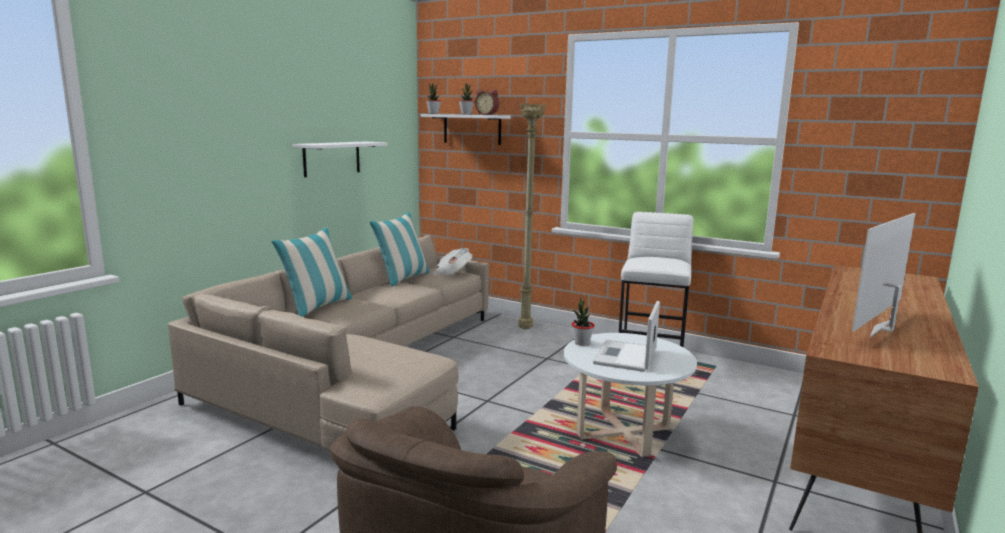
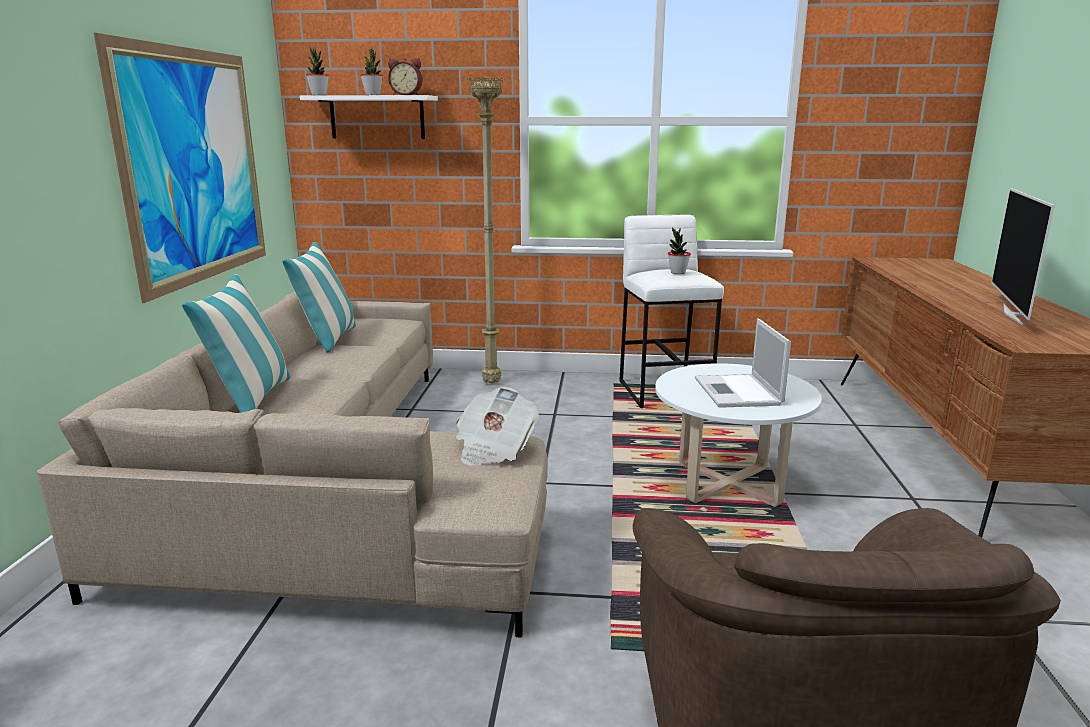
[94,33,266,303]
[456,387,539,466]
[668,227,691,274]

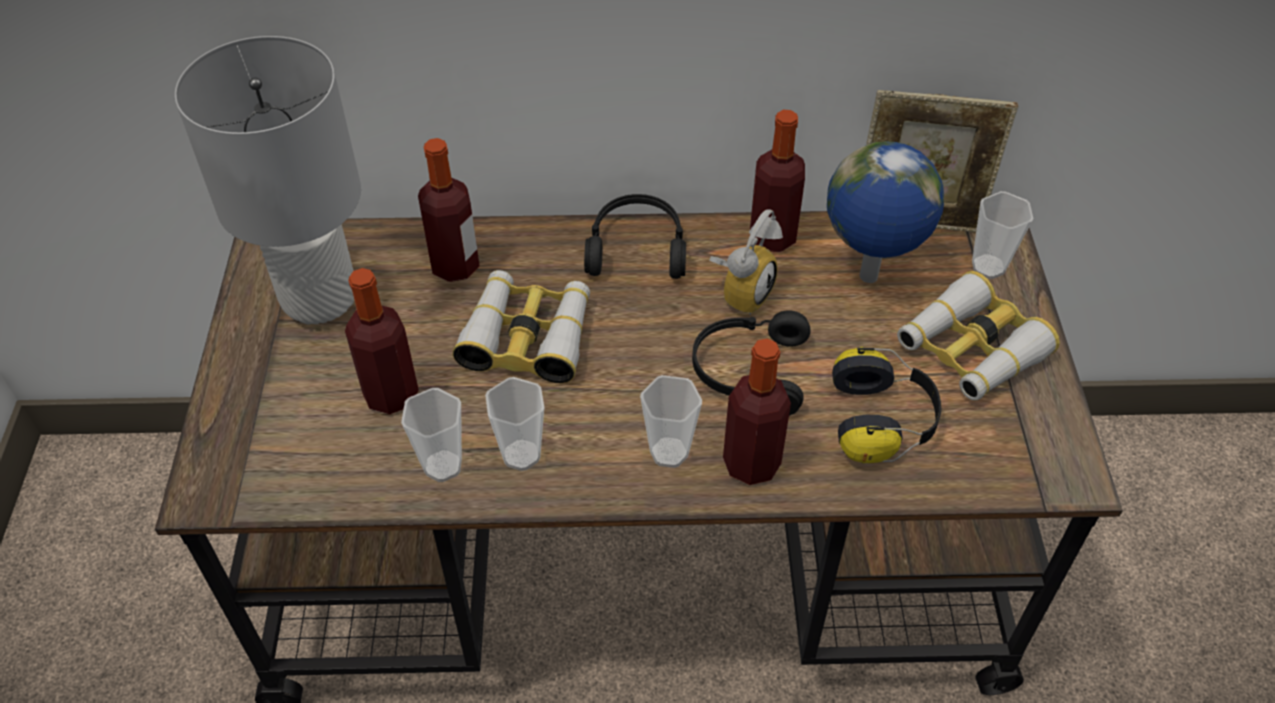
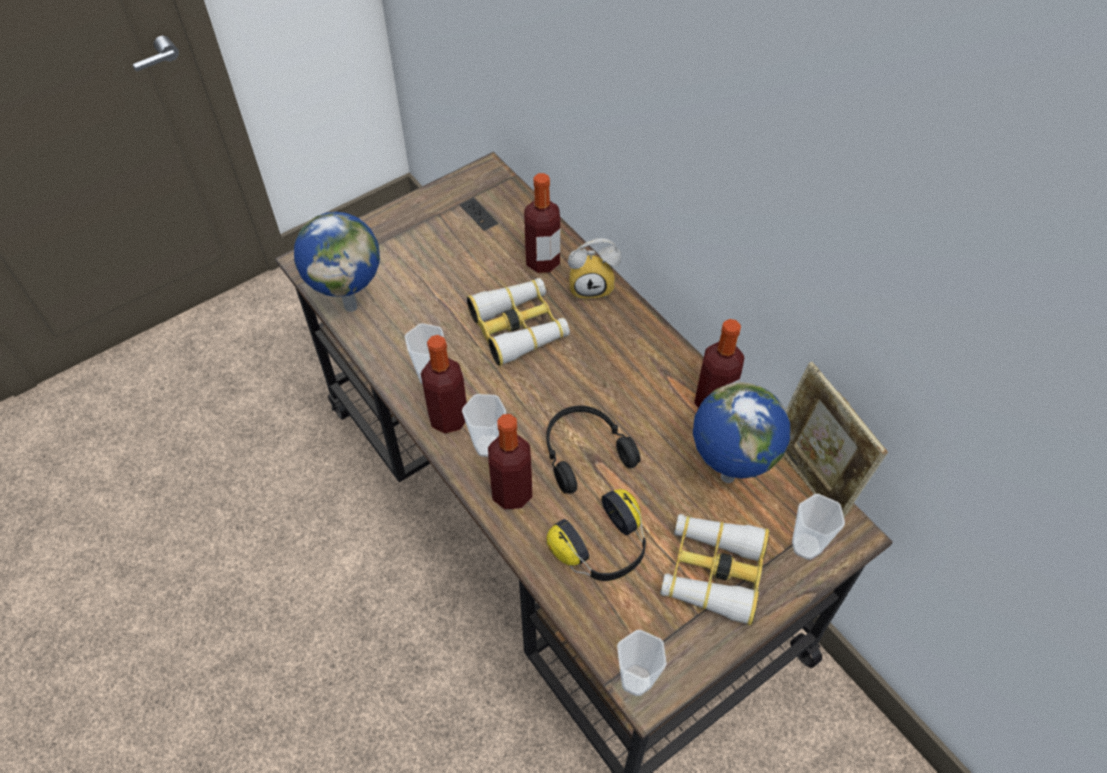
[175,36,361,325] (first image)
[421,335,467,433]
[617,630,667,696]
[584,194,686,279] (first image)
[568,238,621,299]
[294,212,380,312]

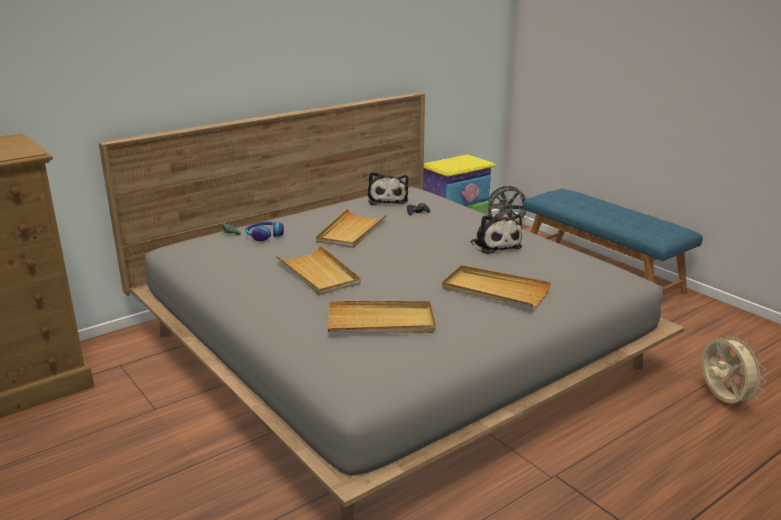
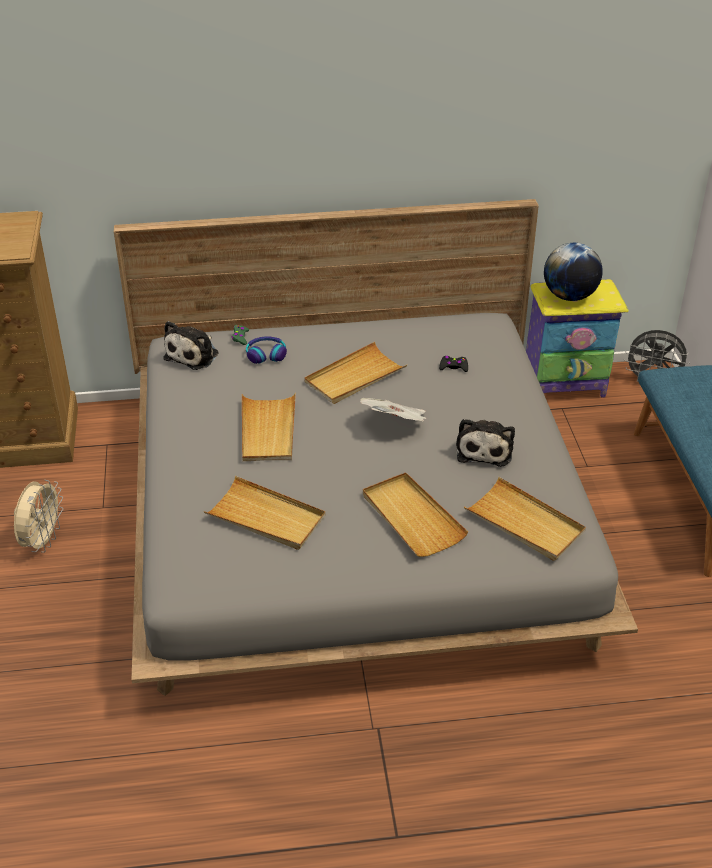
[164,321,218,370]
[14,480,64,553]
[360,398,427,422]
[464,477,586,561]
[544,243,603,301]

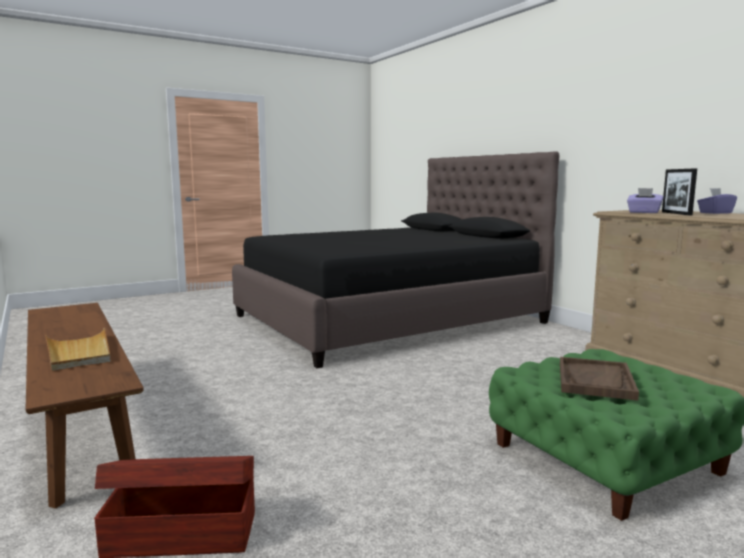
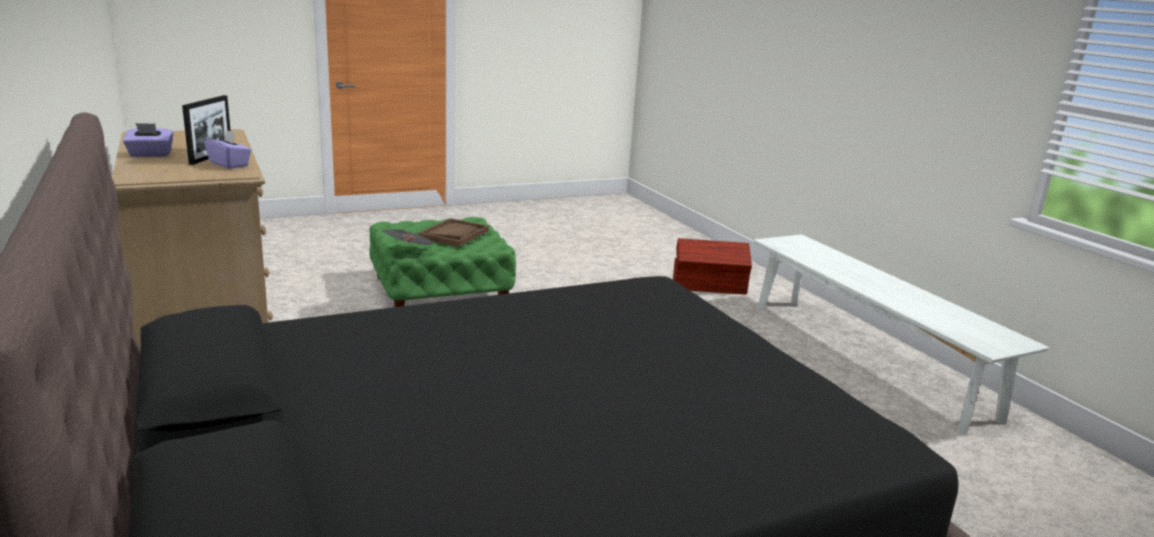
[753,234,1050,435]
[45,328,111,371] (first image)
[380,229,434,245]

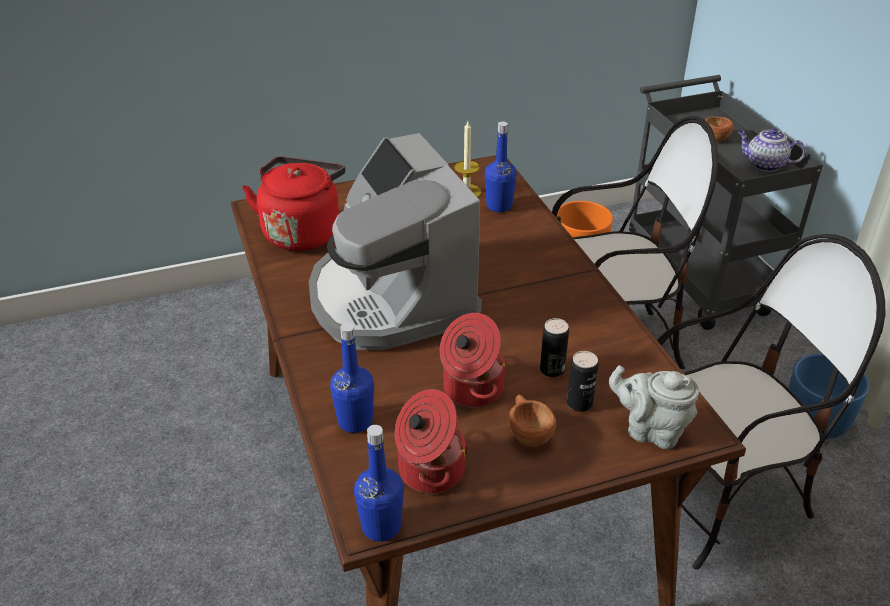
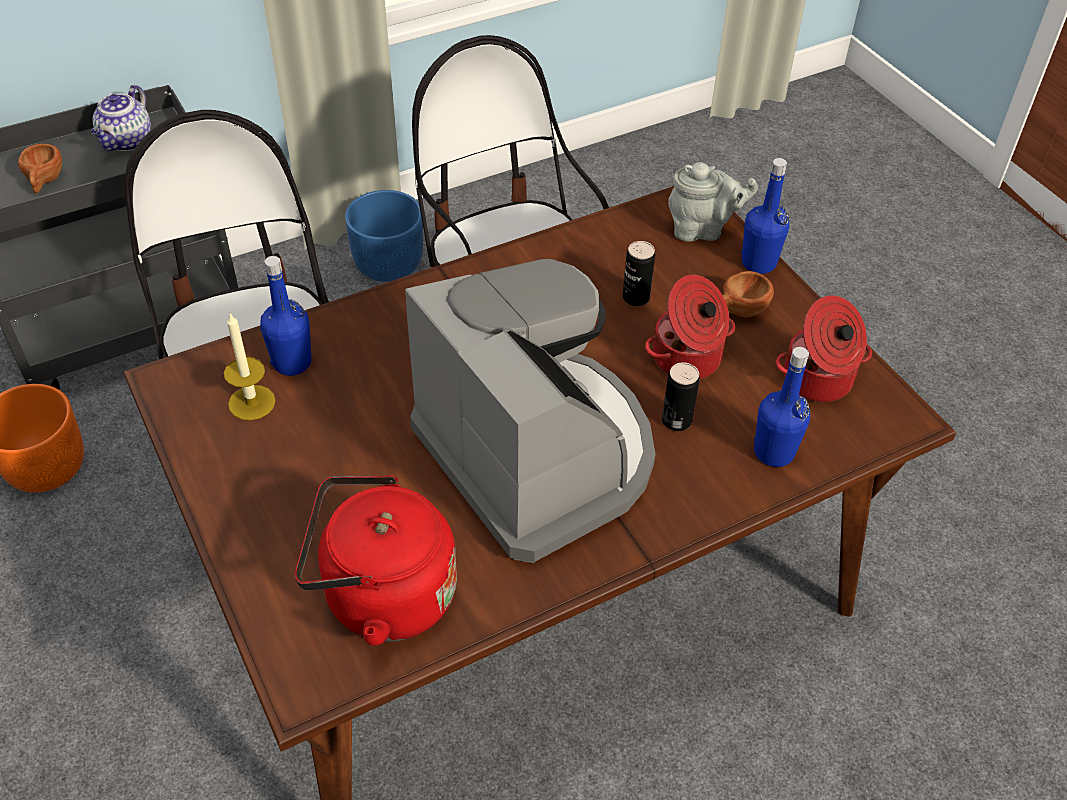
[405,259,656,563]
[741,158,789,274]
[662,362,700,431]
[668,162,758,242]

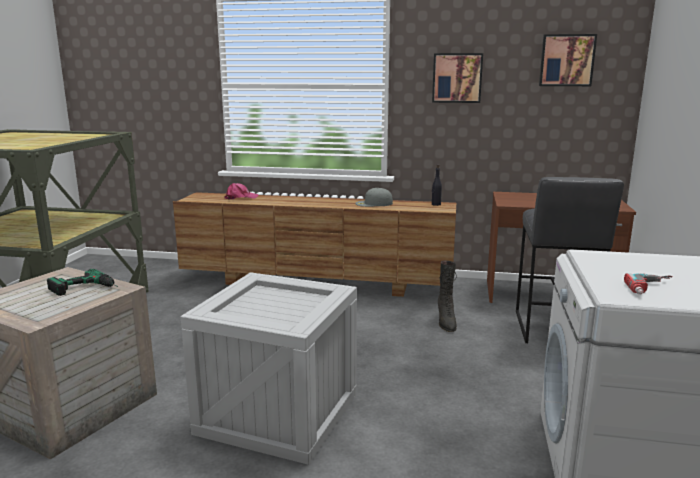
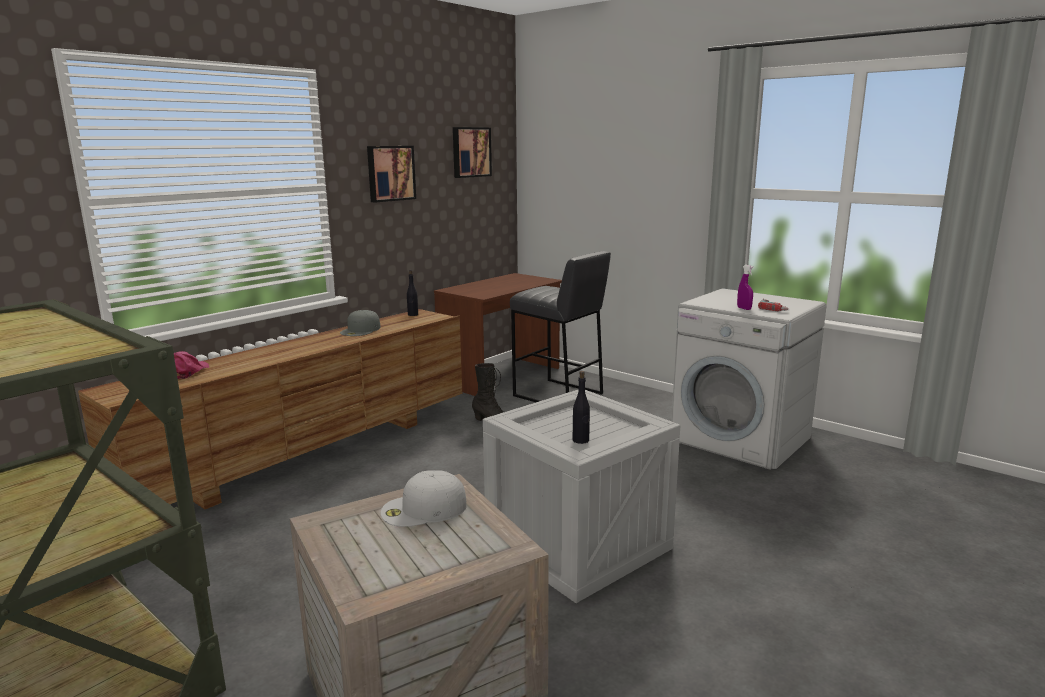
[381,470,467,527]
[573,371,590,444]
[737,265,754,310]

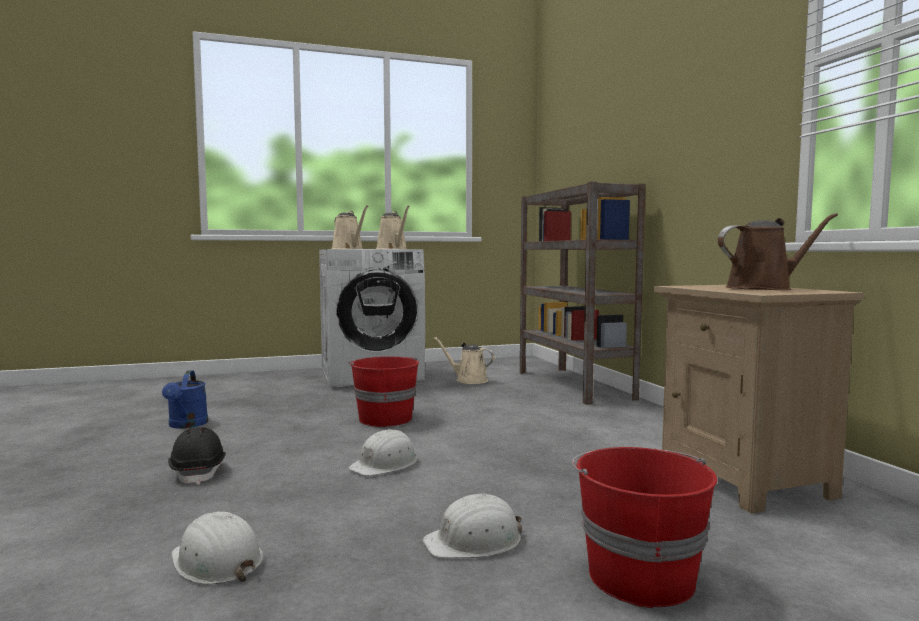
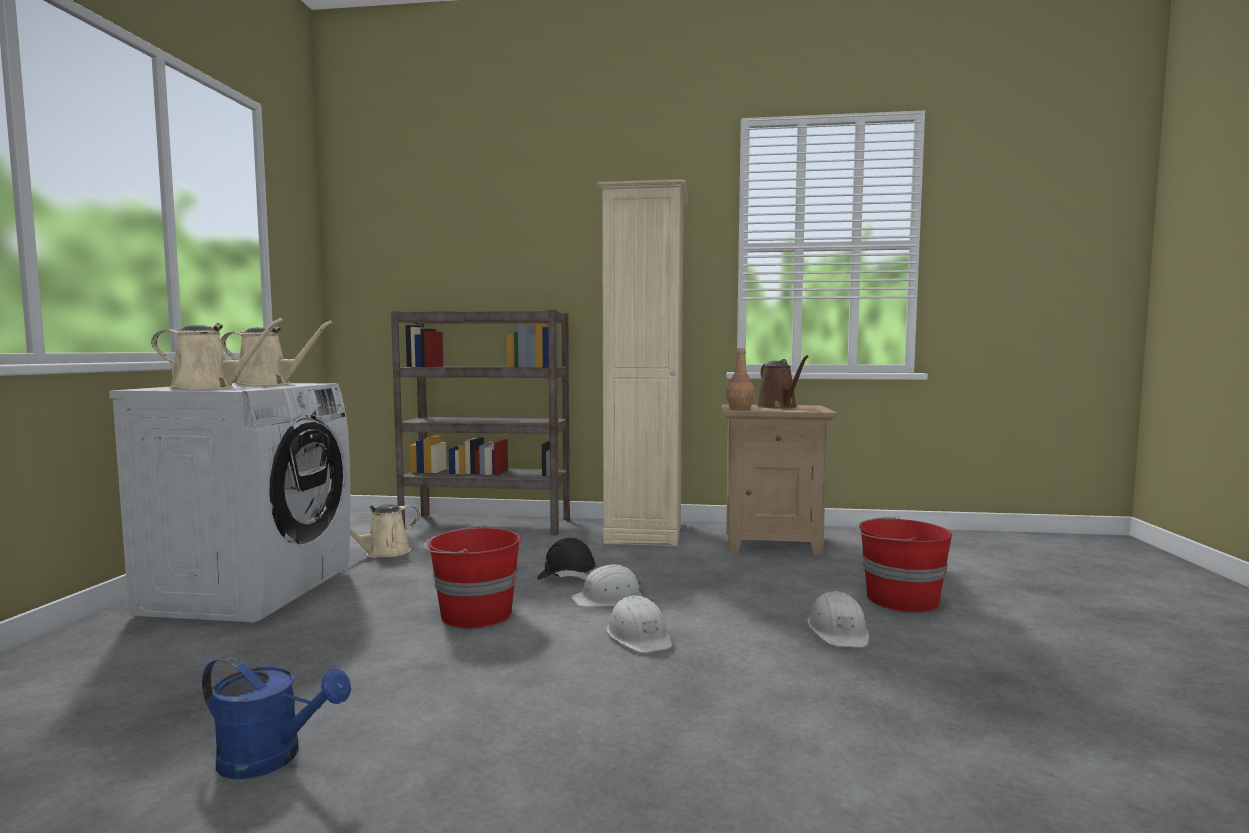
[537,538,596,580]
[571,564,642,607]
[757,355,809,408]
[597,179,688,546]
[726,348,755,410]

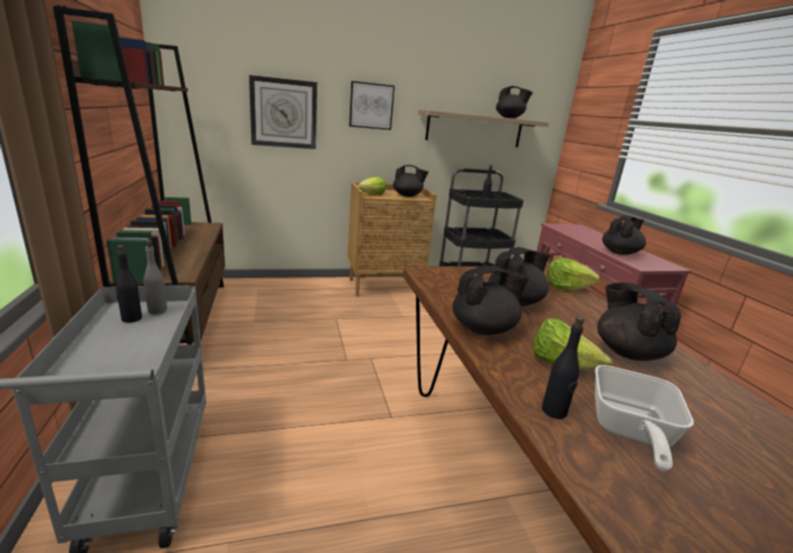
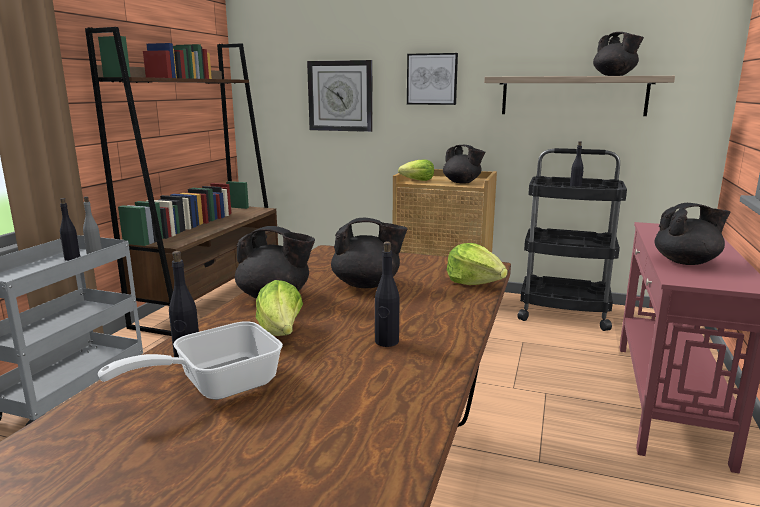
[375,241,400,347]

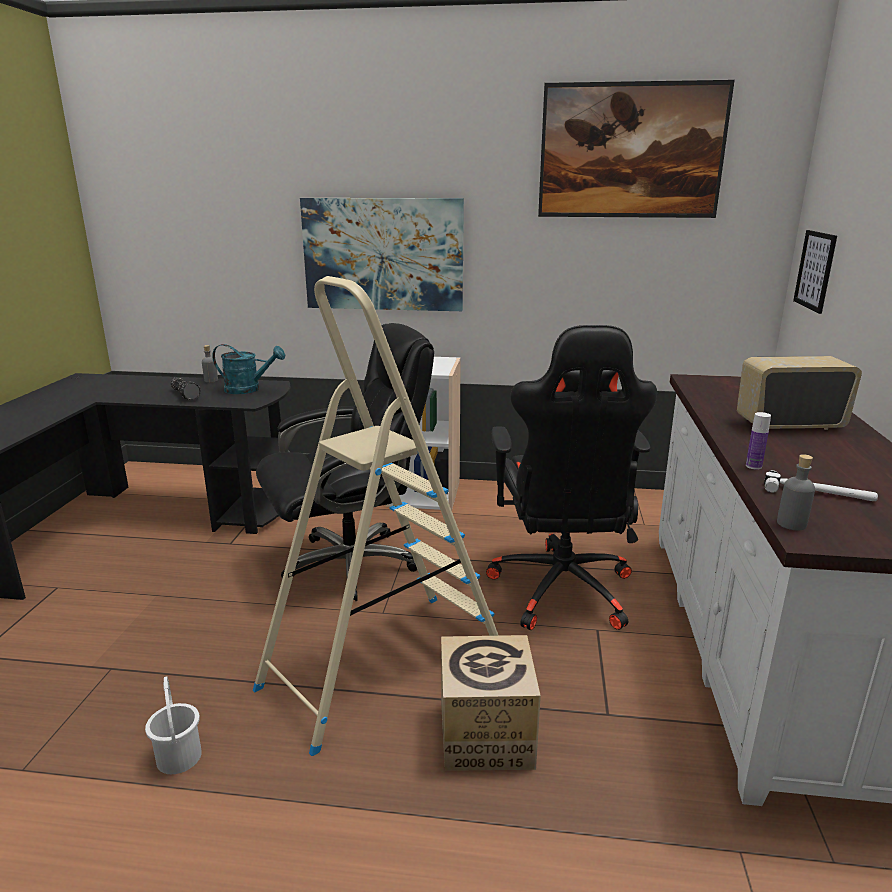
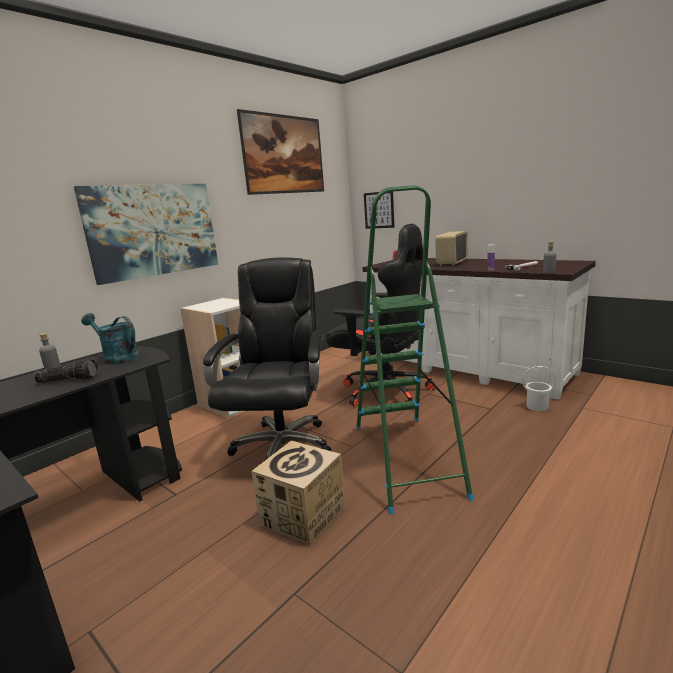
[522,366,556,411]
[81,313,140,364]
[356,185,474,514]
[251,441,345,546]

